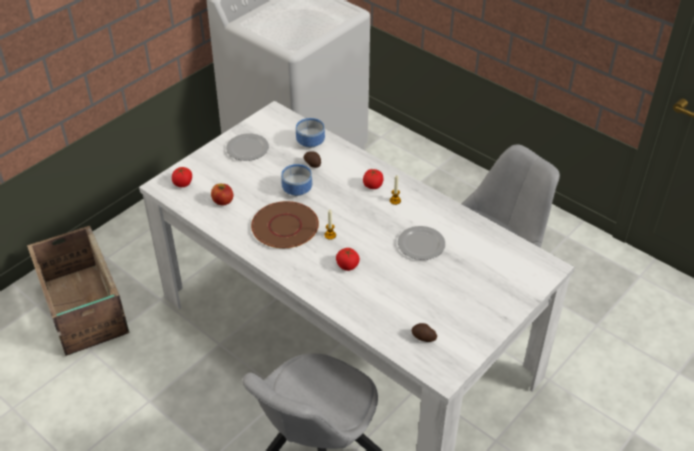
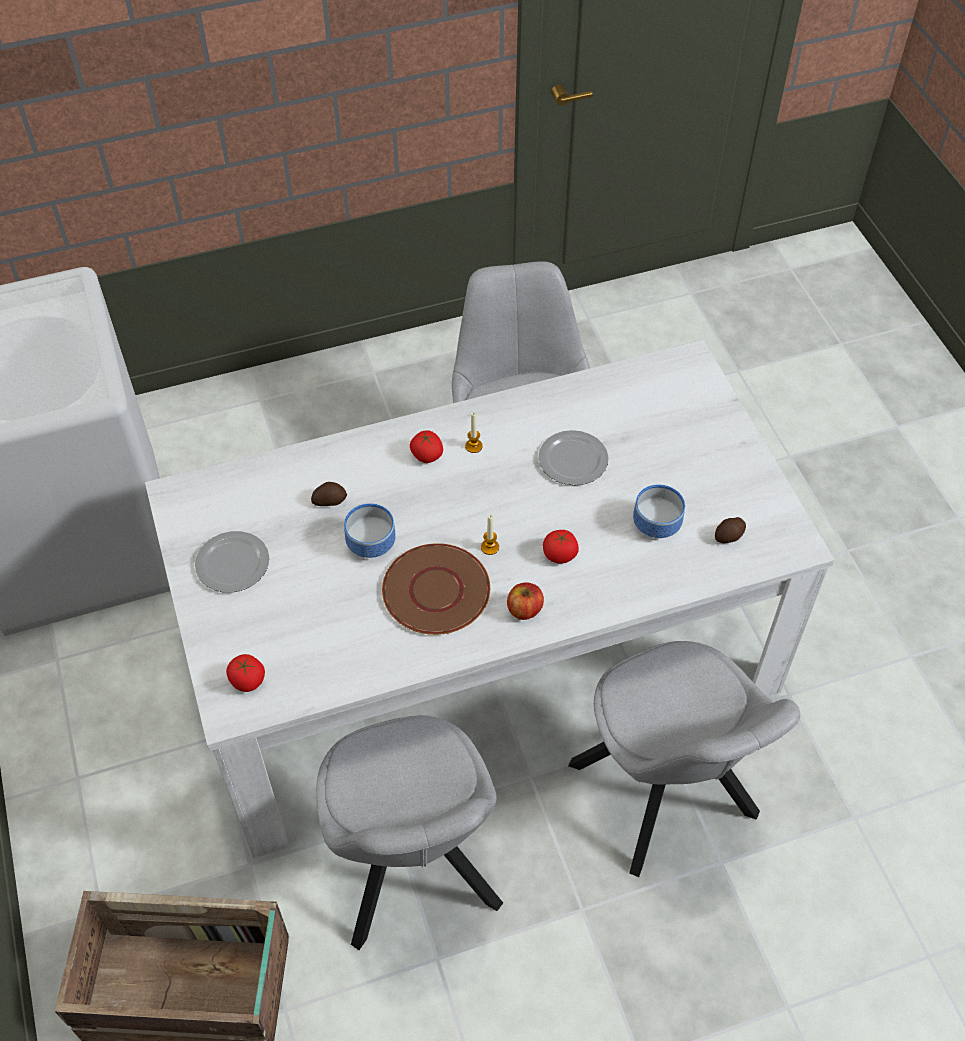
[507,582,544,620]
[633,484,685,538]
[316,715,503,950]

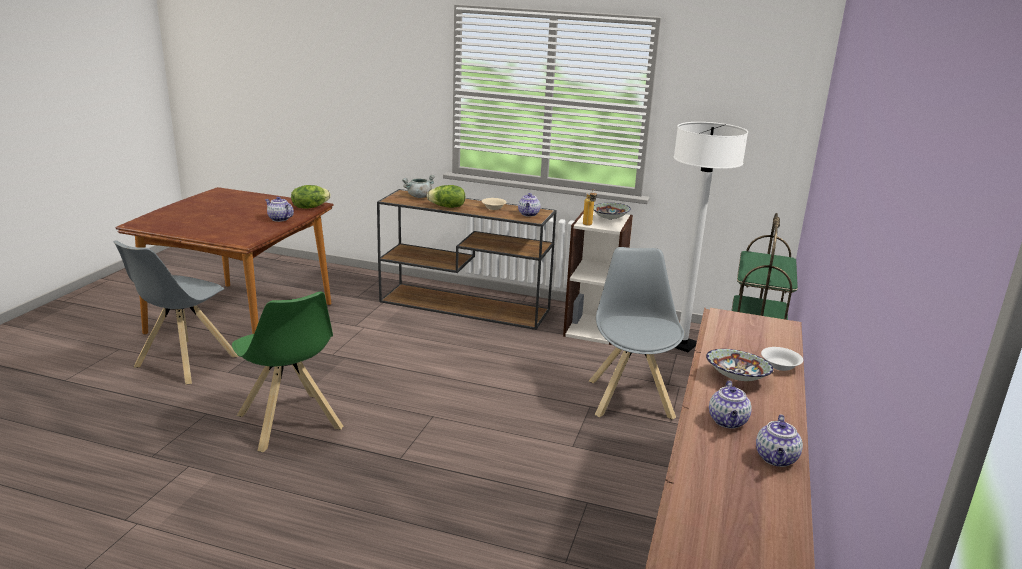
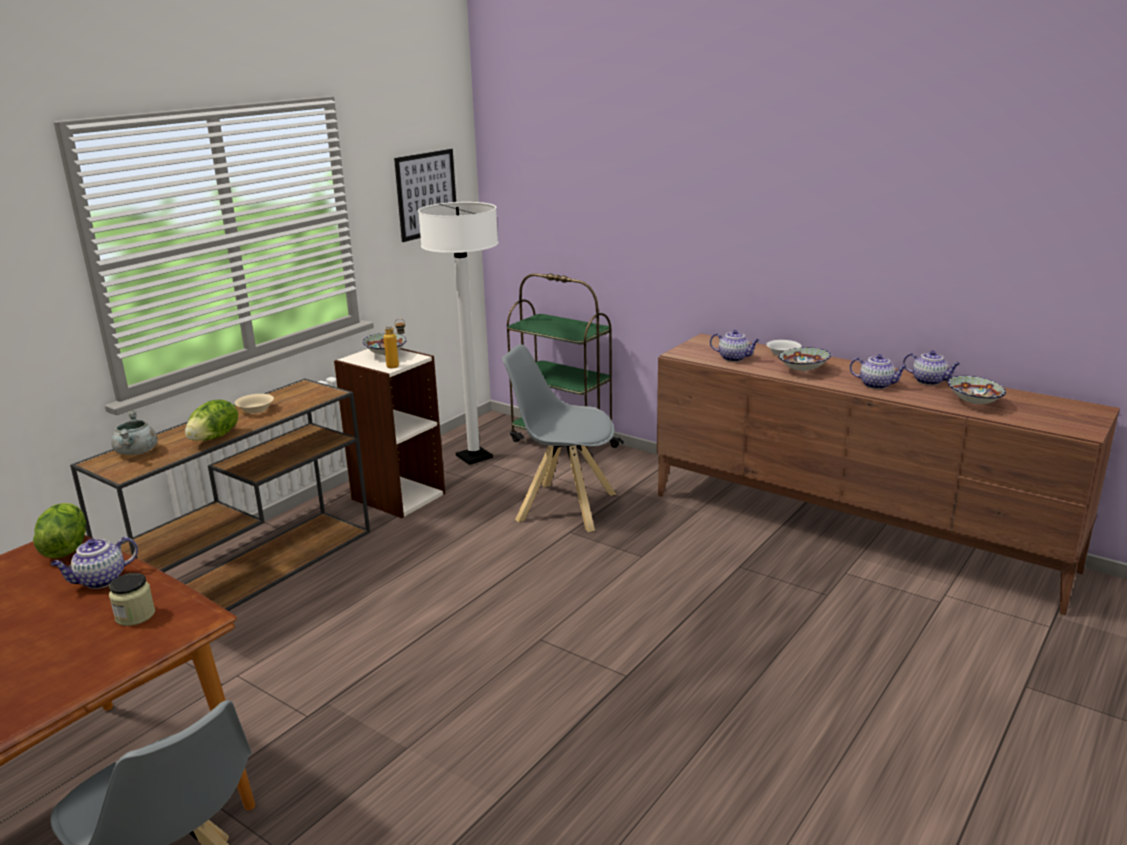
[232,291,343,452] (first image)
[710,330,760,362]
[109,573,155,626]
[394,149,456,242]
[947,376,1006,404]

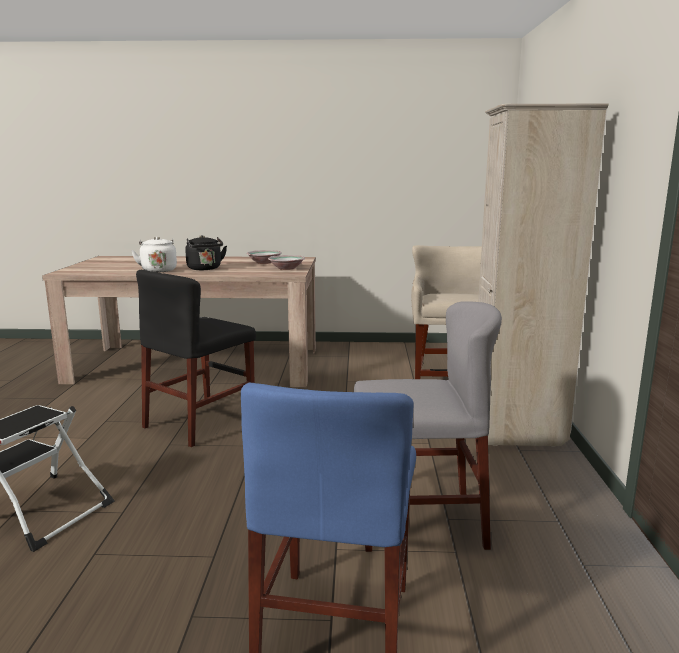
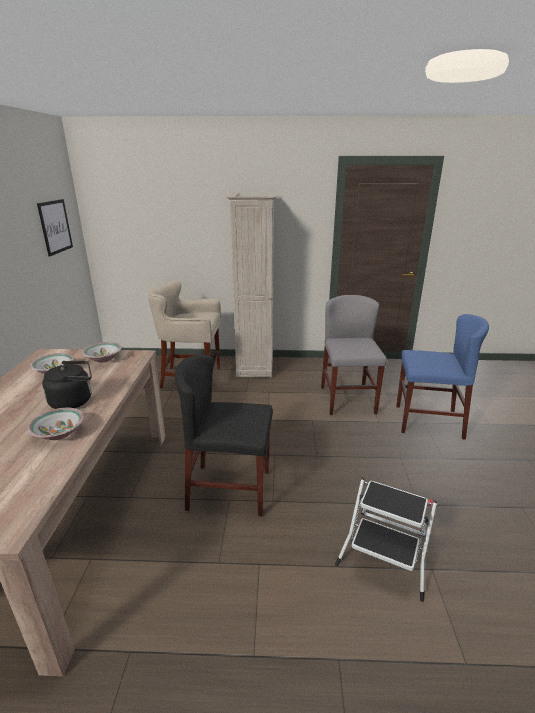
[27,408,84,440]
[175,355,273,516]
[37,199,73,257]

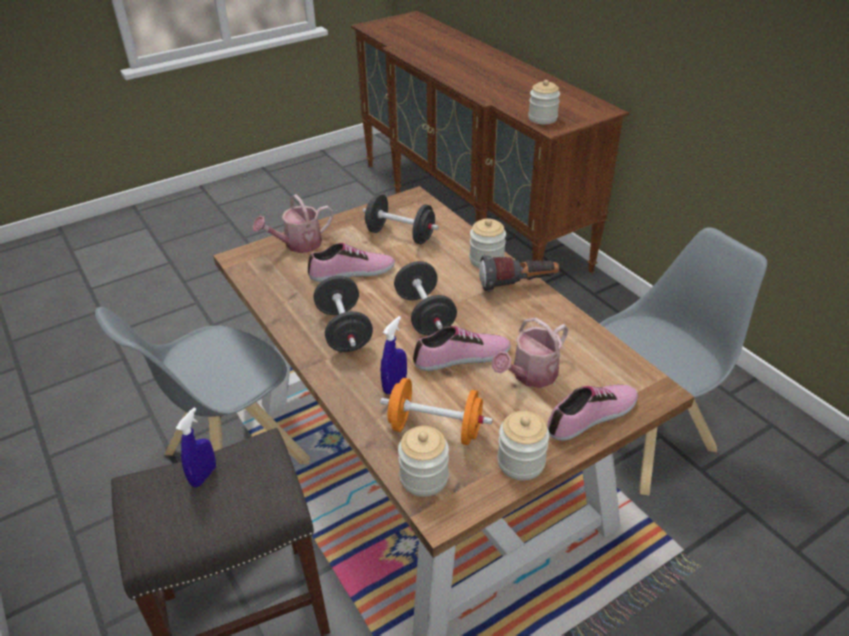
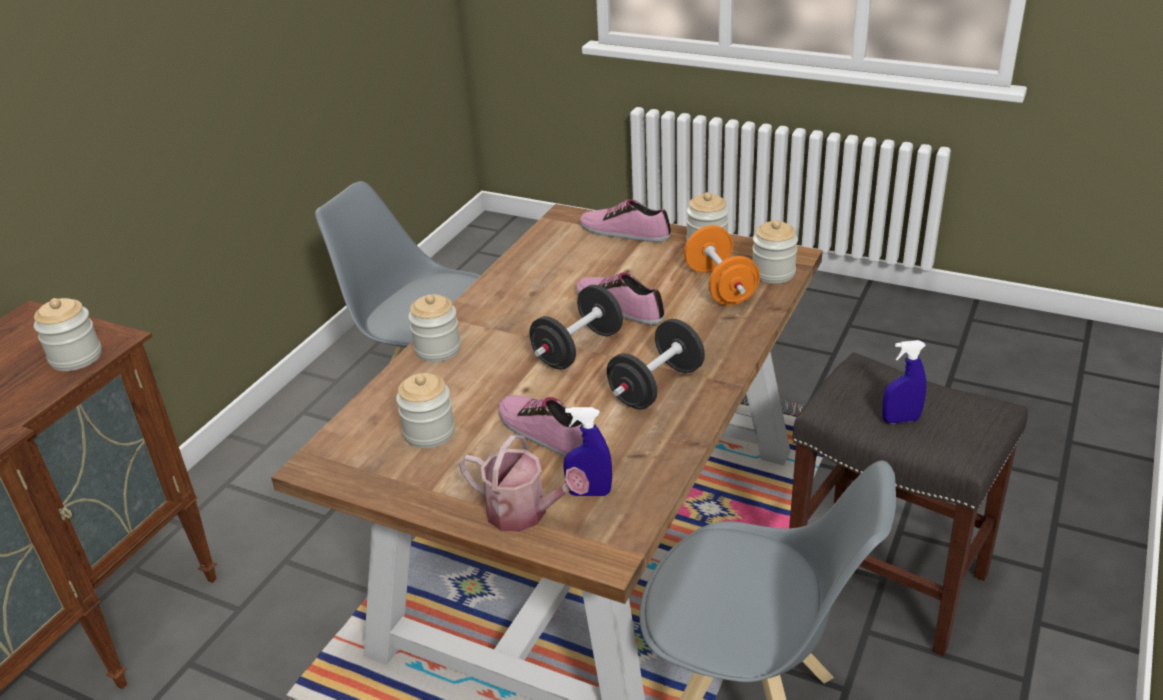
[396,373,455,448]
[563,407,612,496]
[479,255,560,292] (first image)
[491,318,568,388] (first image)

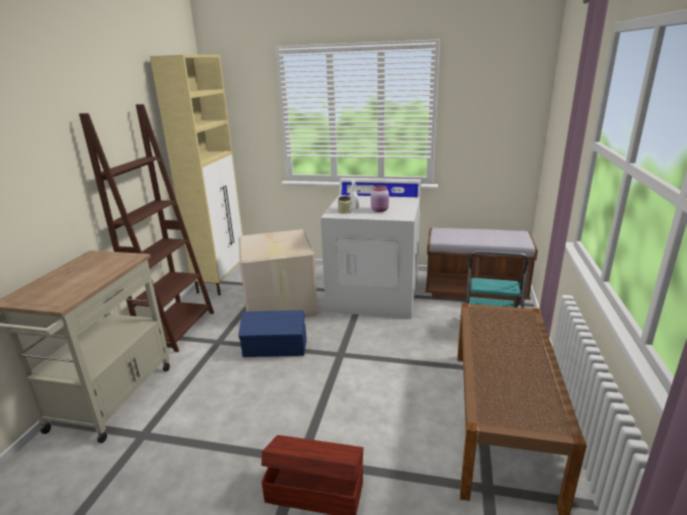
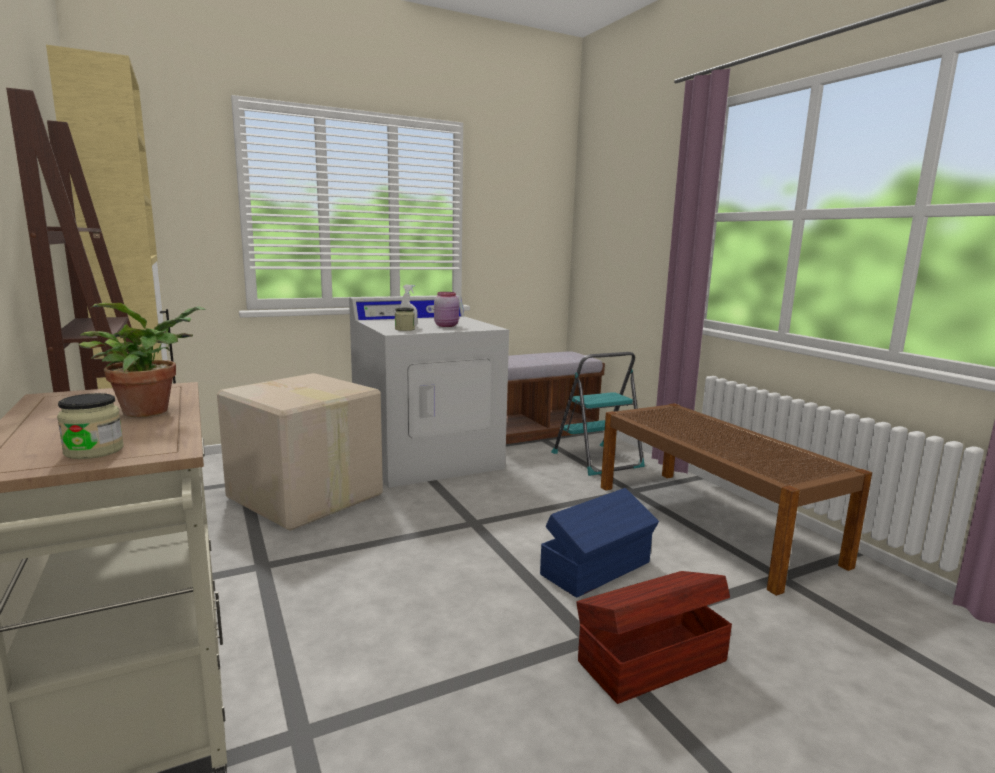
[540,488,659,598]
[57,393,124,459]
[79,303,206,417]

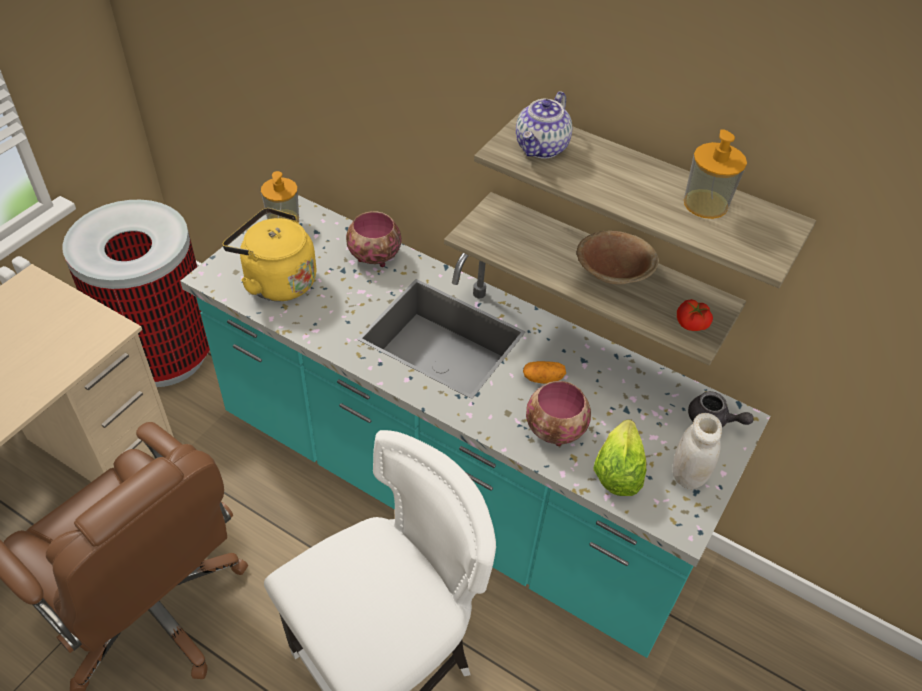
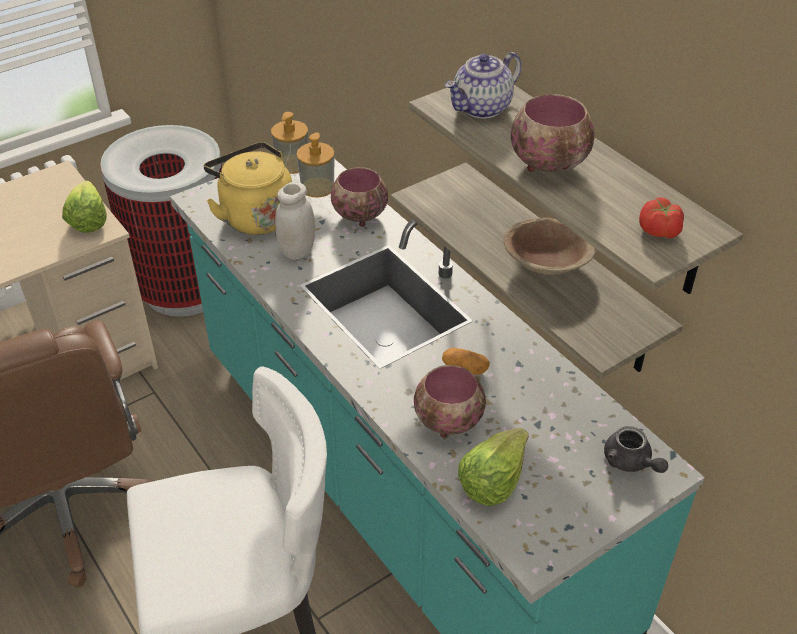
[275,182,315,260]
[639,197,684,238]
[296,132,335,197]
[62,181,107,233]
[511,94,595,172]

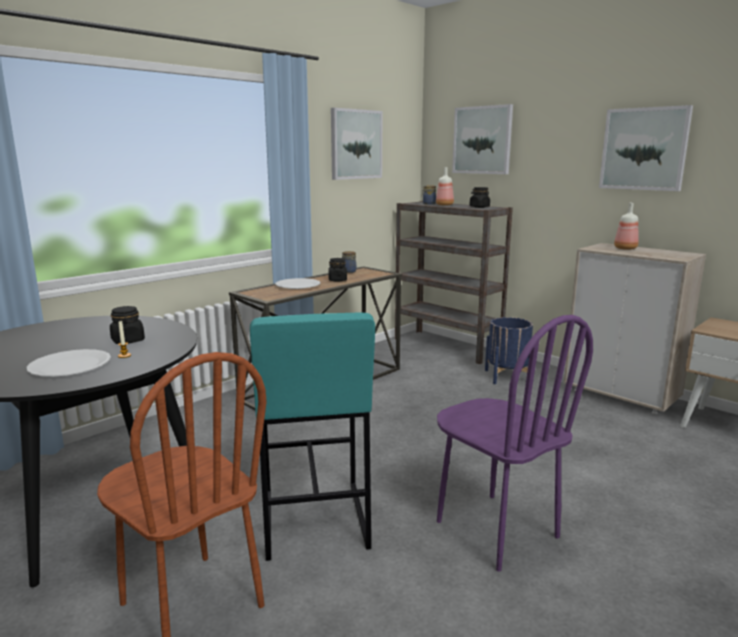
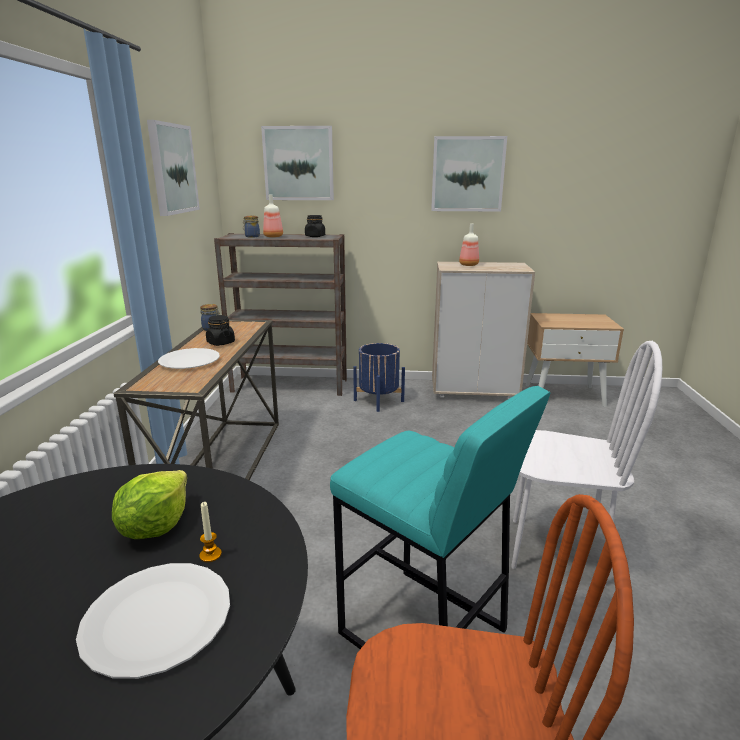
[112,470,187,539]
[511,341,662,587]

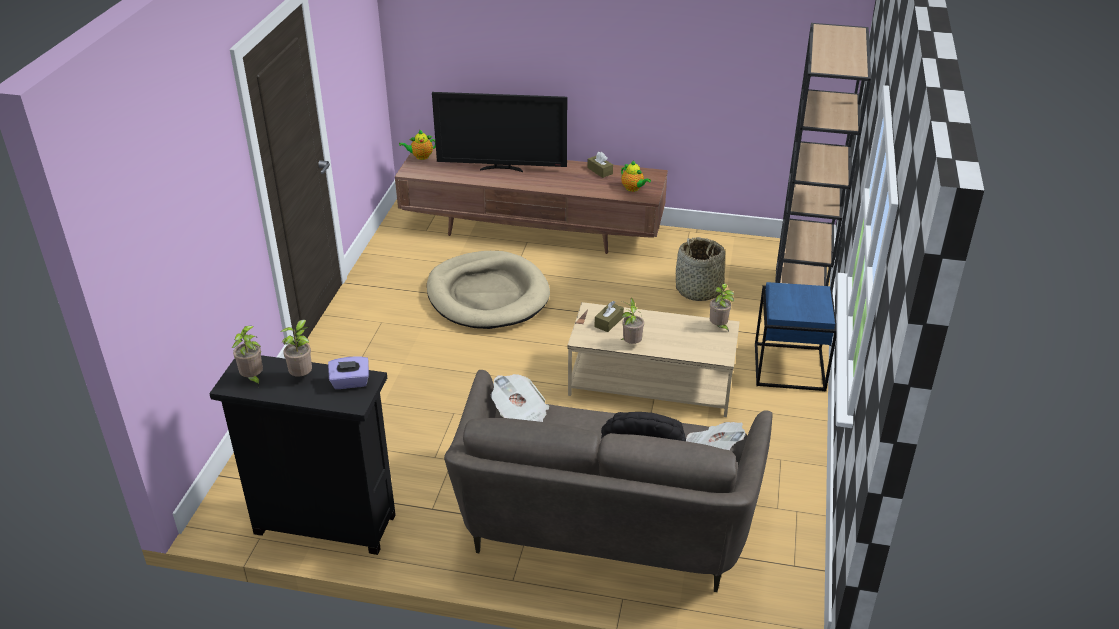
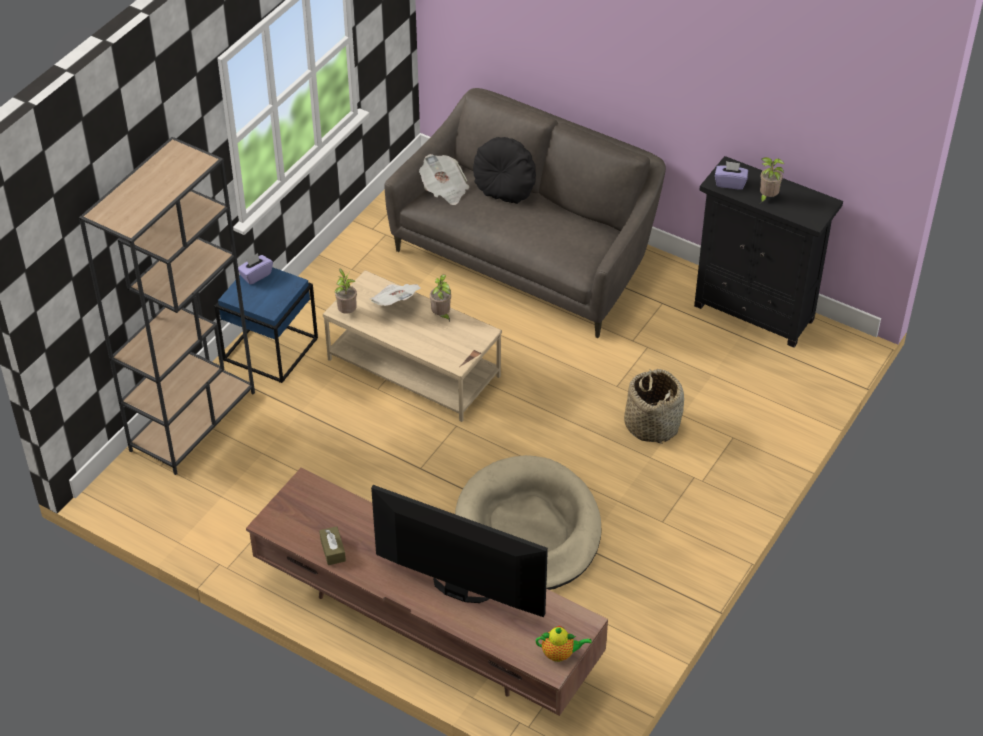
[232,326,263,387] (first image)
[370,284,420,306]
[595,301,624,332] (first image)
[621,161,651,192] (first image)
[624,369,684,444]
[238,253,273,285]

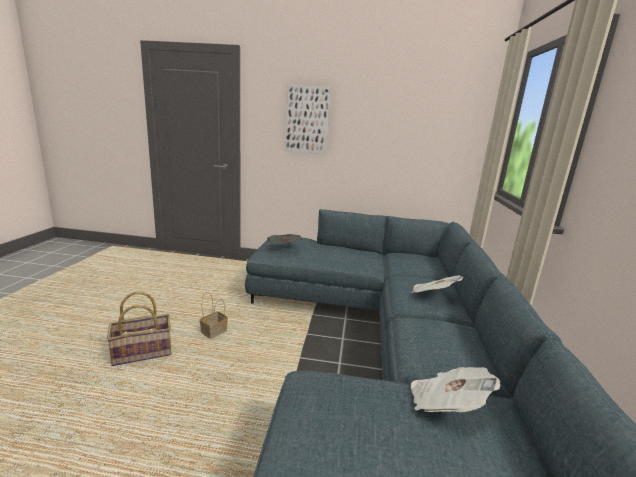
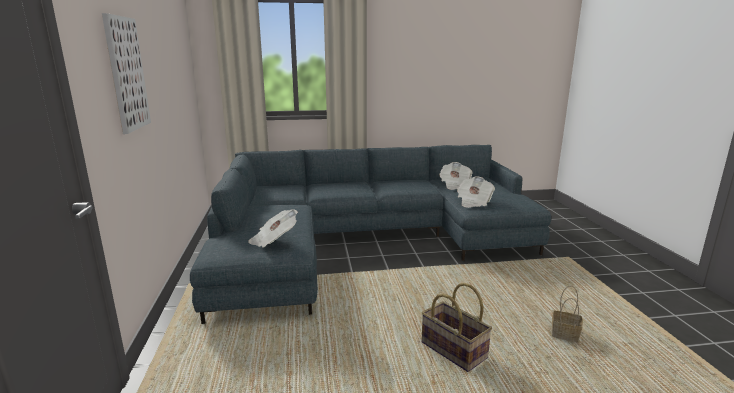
[551,286,583,342]
[457,176,495,208]

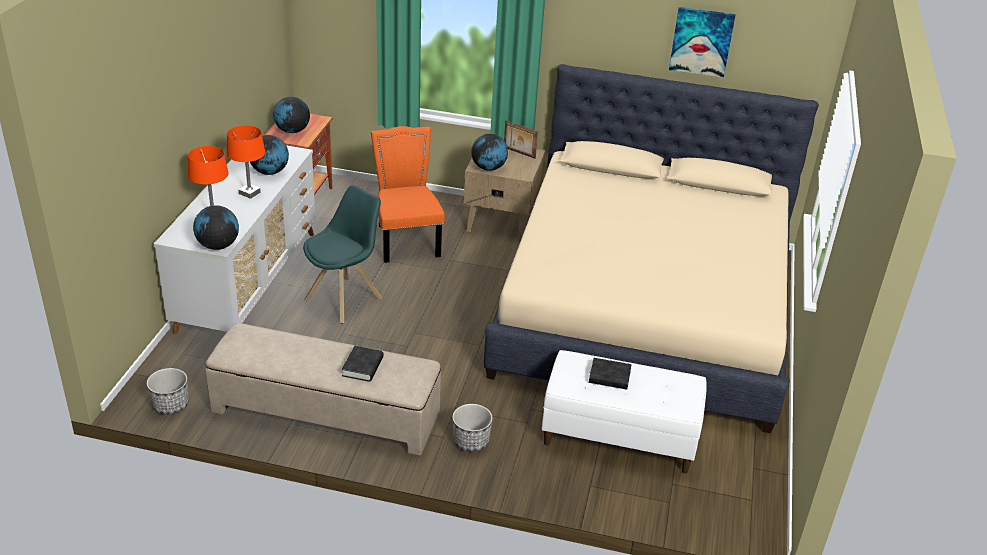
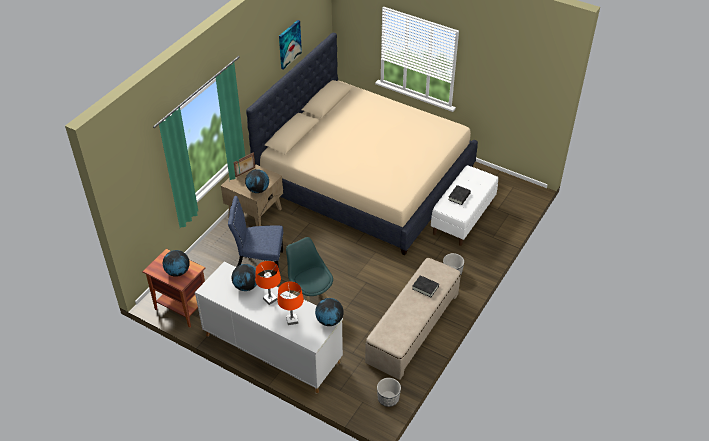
[228,196,283,273]

